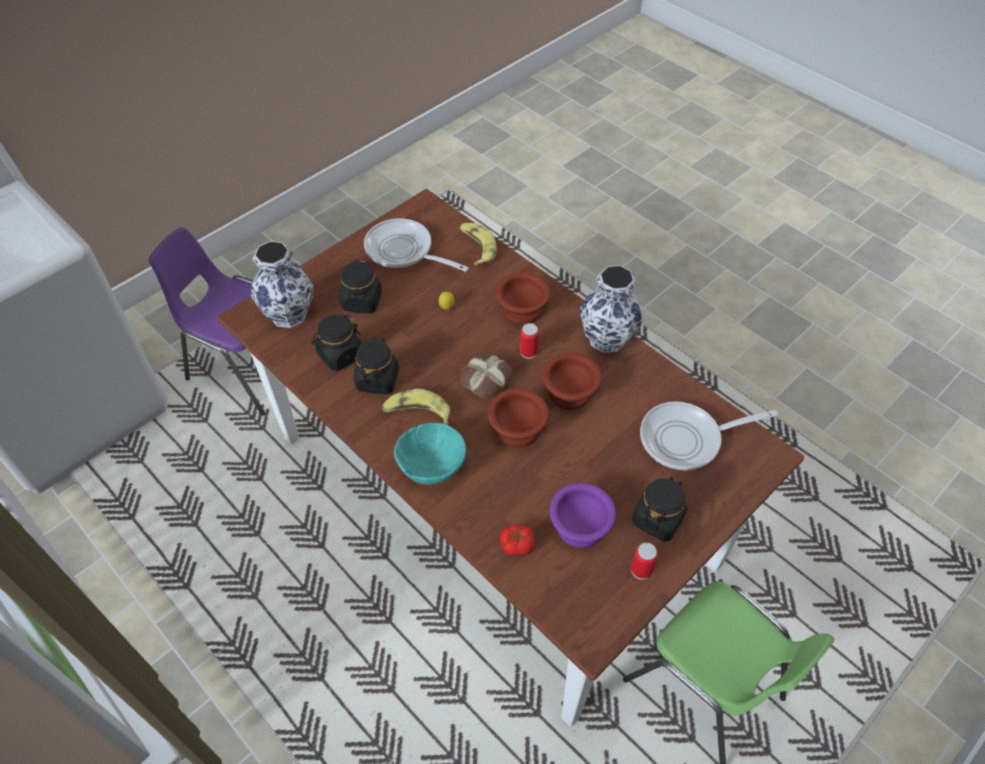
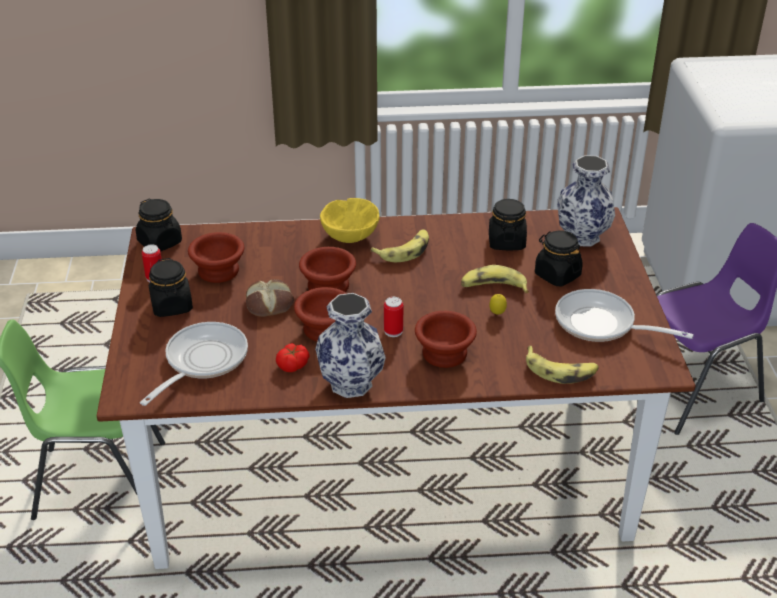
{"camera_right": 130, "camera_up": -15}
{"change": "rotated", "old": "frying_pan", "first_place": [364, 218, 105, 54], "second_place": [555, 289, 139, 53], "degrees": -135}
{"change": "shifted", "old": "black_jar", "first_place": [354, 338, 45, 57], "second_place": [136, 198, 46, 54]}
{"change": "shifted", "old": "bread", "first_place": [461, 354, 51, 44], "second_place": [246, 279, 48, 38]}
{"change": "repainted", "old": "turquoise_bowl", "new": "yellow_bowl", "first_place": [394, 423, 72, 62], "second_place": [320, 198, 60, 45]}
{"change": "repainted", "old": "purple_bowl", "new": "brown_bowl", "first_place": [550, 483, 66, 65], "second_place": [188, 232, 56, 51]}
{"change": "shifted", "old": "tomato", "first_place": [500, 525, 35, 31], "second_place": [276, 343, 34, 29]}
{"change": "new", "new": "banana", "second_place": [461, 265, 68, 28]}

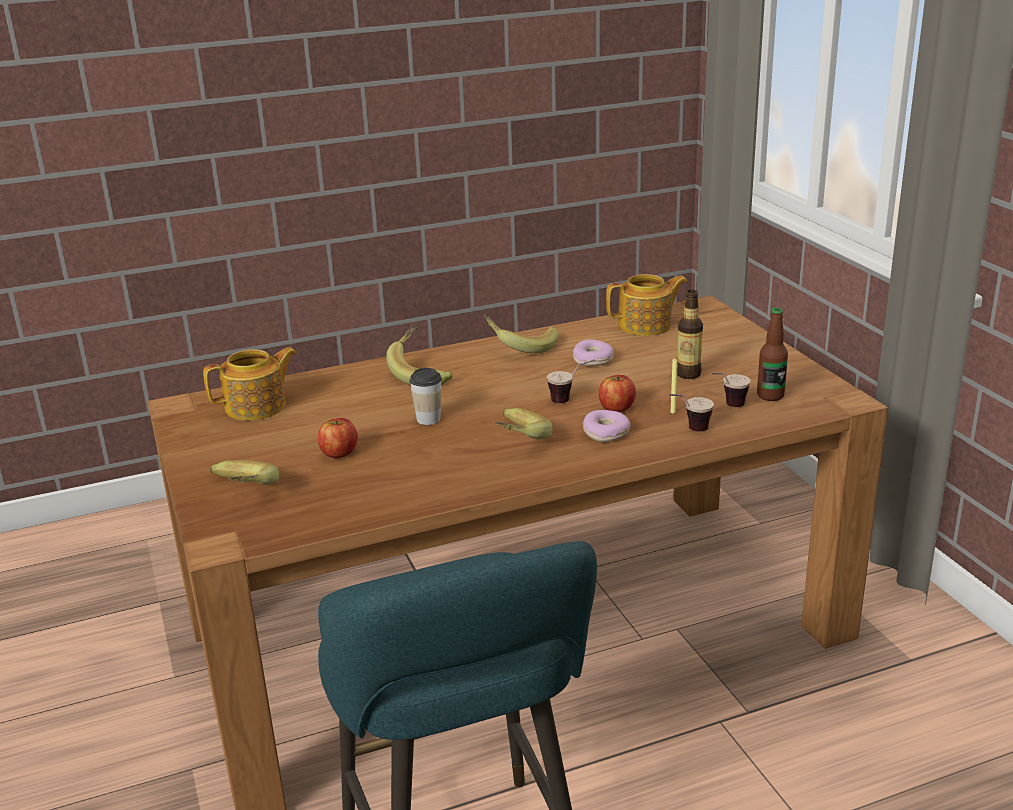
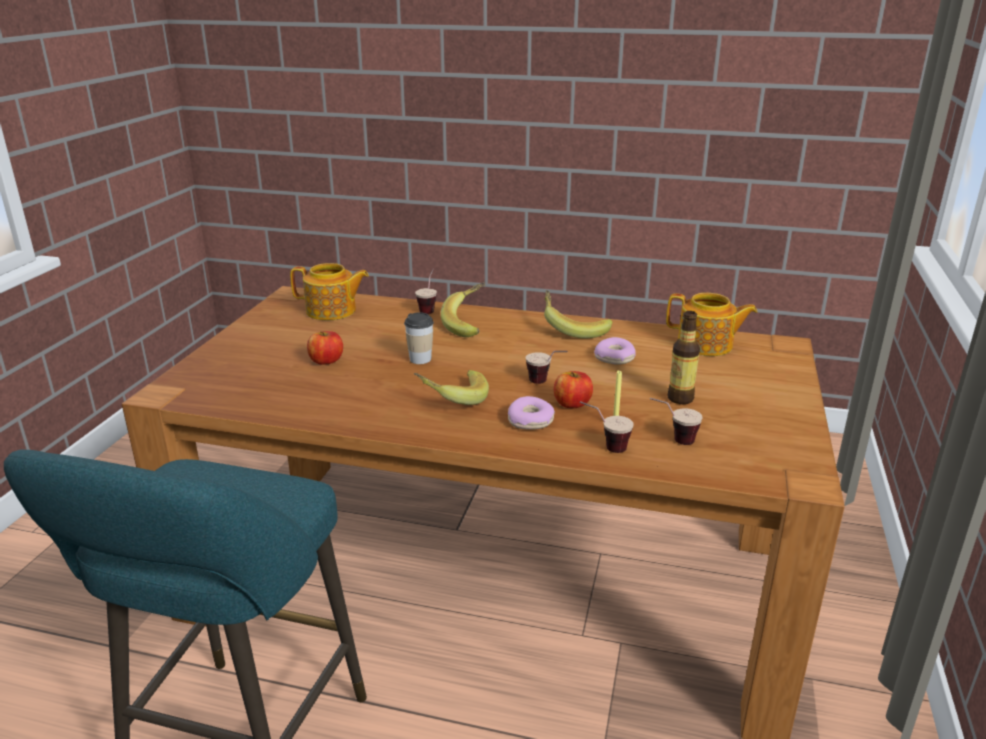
{"camera_right": 35, "camera_up": 0}
{"change": "gone", "old": "bottle", "first_place": [757, 308, 31, 93]}
{"change": "gone", "old": "banana", "first_place": [210, 460, 69, 25]}
{"change": "new", "new": "cup", "second_place": [415, 269, 22, 45]}

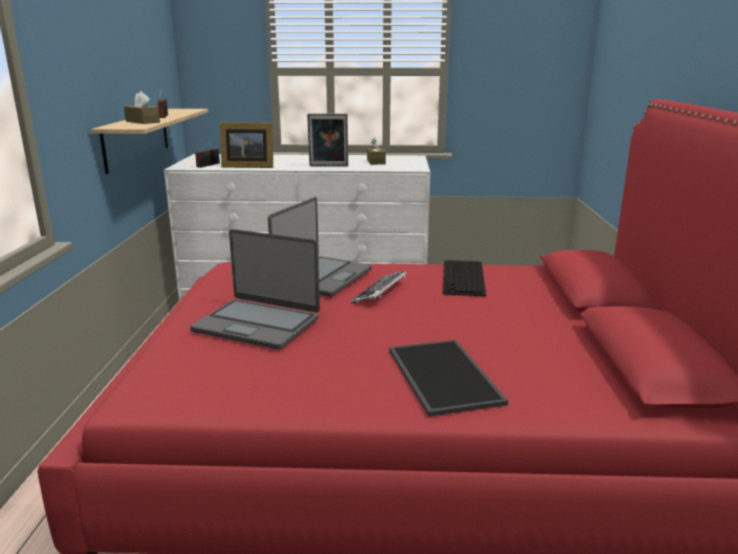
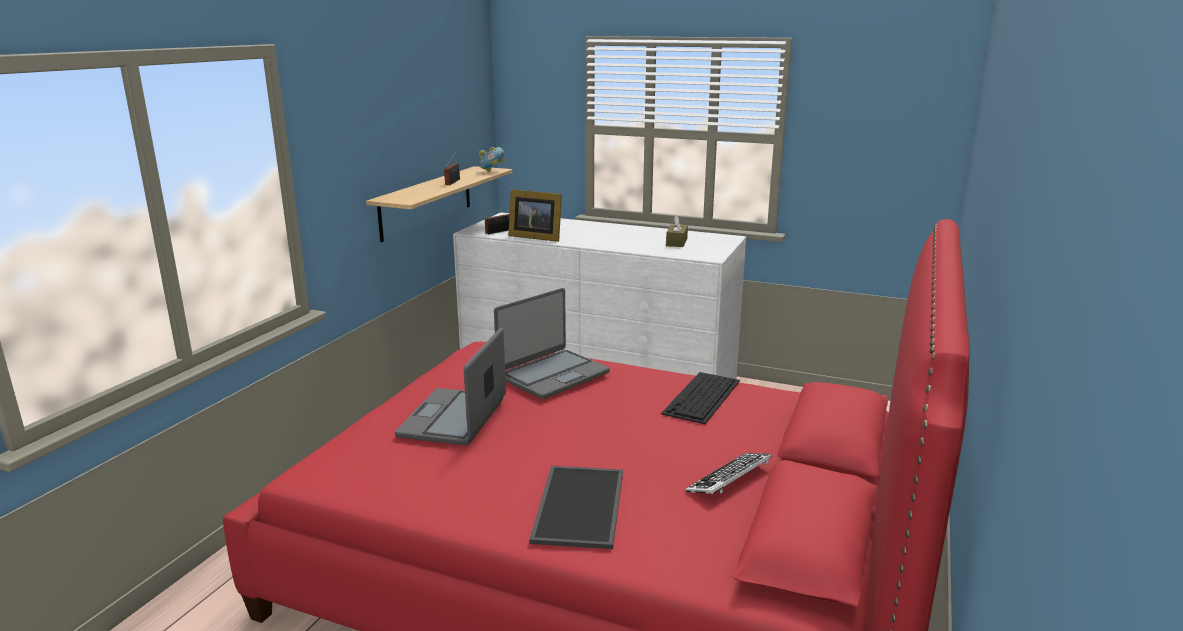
{"camera_right": 20, "camera_up": 0}
{"change": "gone", "old": "brown_tissue_box", "first_place": [124, 91, 36, 33]}
{"change": "gone", "old": "picture_frame", "first_place": [307, 114, 41, 52]}
{"change": "rotated", "old": "laptop", "first_place": [190, 229, 130, 121], "second_place": [395, 328, 111, 118], "degrees": 60}
{"change": "shifted", "old": "keyboard", "first_place": [351, 271, 56, 33], "second_place": [685, 453, 87, 41]}
{"change": "new", "new": "bowl", "second_place": [479, 147, 26, 25]}

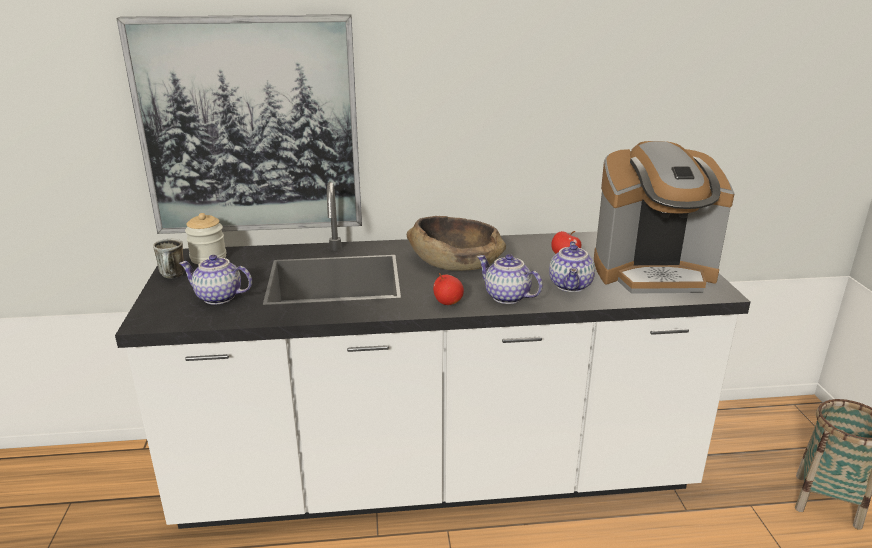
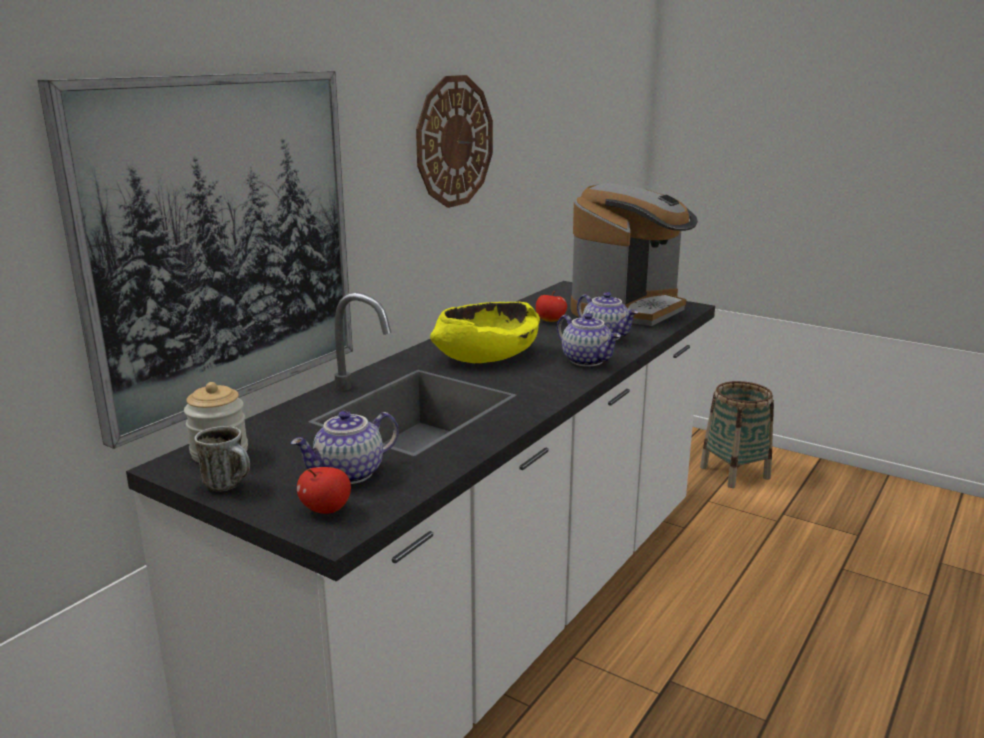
{"camera_right": -50, "camera_up": -5}
{"change": "repainted", "old": "brown_bowl", "new": "yellow_bowl", "first_place": [406, 216, 100, 55], "second_place": [430, 302, 110, 61]}
{"change": "rotated", "old": "teapot", "first_place": [477, 254, 66, 50], "second_place": [557, 313, 64, 54], "degrees": -120}
{"change": "shifted", "old": "apple", "first_place": [433, 273, 31, 32], "second_place": [297, 467, 54, 47]}
{"change": "new", "new": "wall_clock", "second_place": [416, 75, 77, 133]}

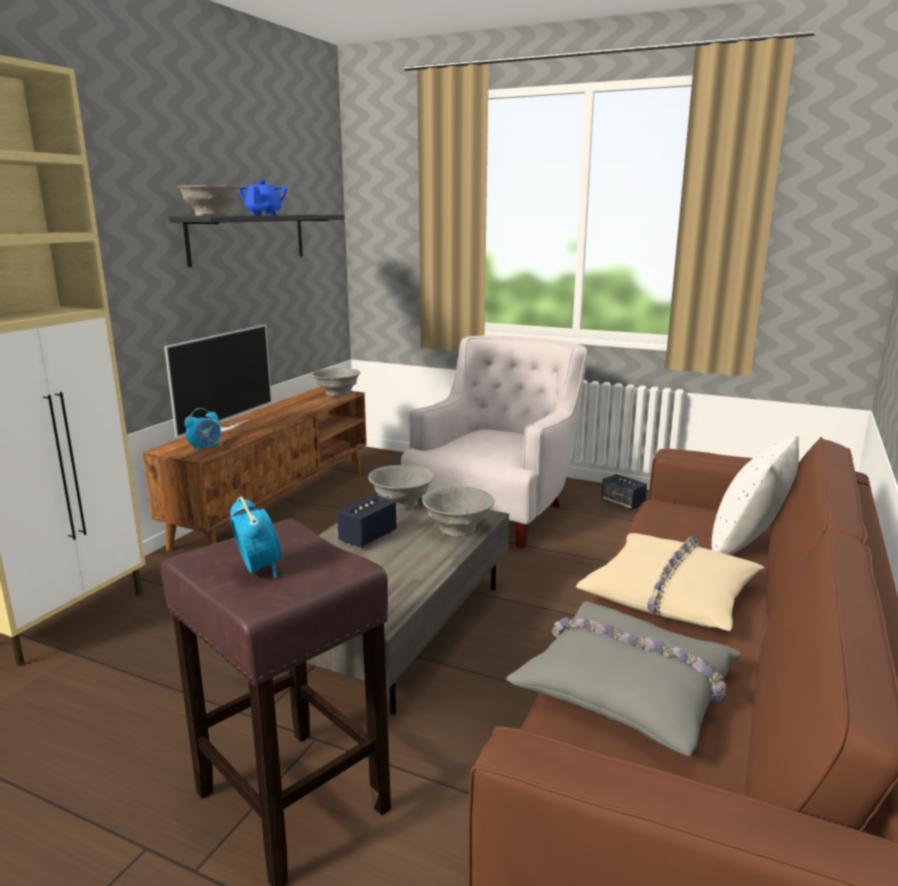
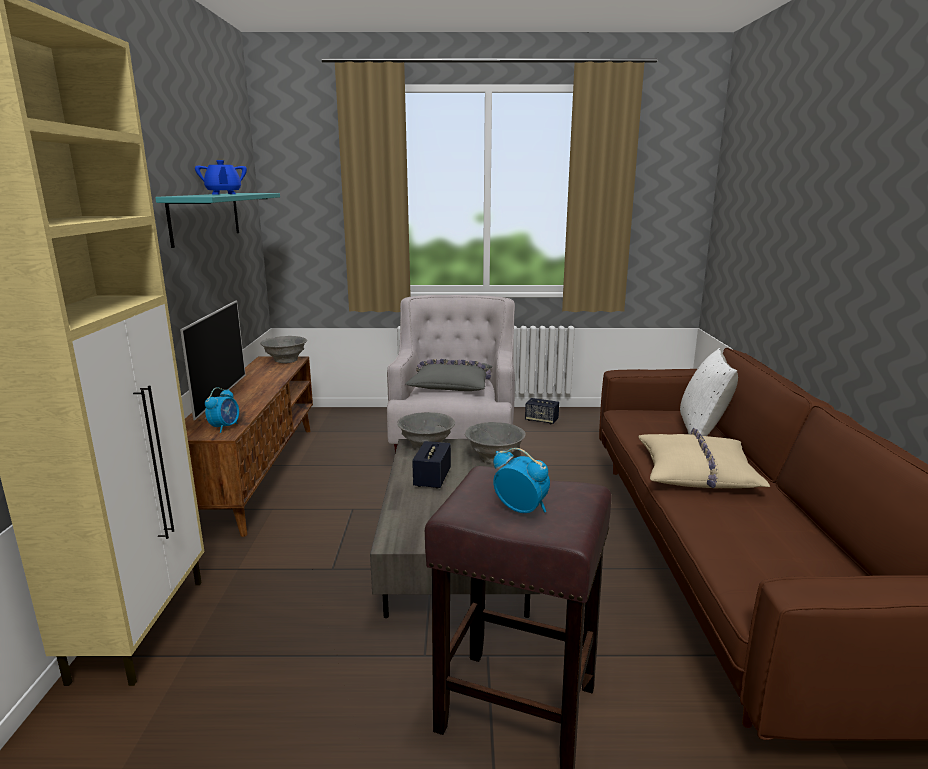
{"camera_right": -25, "camera_up": 0}
{"change": "gone", "old": "grey_bowl", "first_place": [176, 185, 65, 31]}
{"change": "repainted", "old": "black_shelf", "new": "turquoise_shelf", "first_place": [169, 215, 176, 52], "second_place": [155, 193, 125, 55]}
{"change": "shifted", "old": "grey_pillow", "first_place": [506, 601, 235, 156], "second_place": [405, 359, 88, 32]}

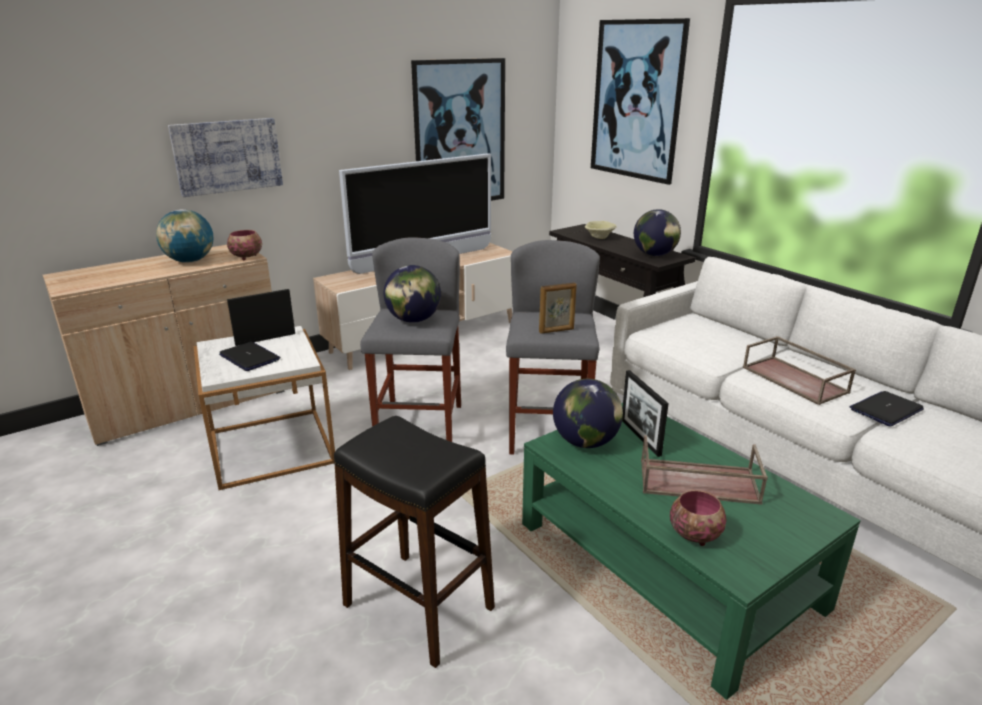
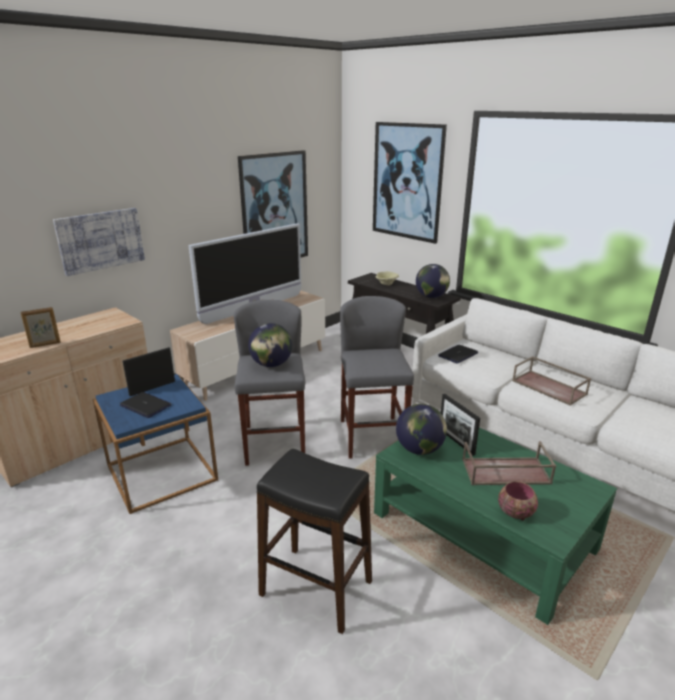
{"camera_right": -10, "camera_up": 0}
{"change": "gone", "old": "globe", "first_place": [156, 209, 57, 54]}
{"change": "gone", "old": "bowl", "first_place": [227, 230, 35, 30]}
{"change": "shifted", "old": "picture_frame", "first_place": [539, 283, 38, 51], "second_place": [21, 307, 40, 41]}
{"change": "repainted", "old": "white_side_table", "new": "blue_side_table", "first_place": [193, 326, 142, 164], "second_place": [93, 374, 125, 140]}
{"change": "shifted", "old": "laptop", "first_place": [850, 391, 74, 35], "second_place": [438, 345, 40, 19]}

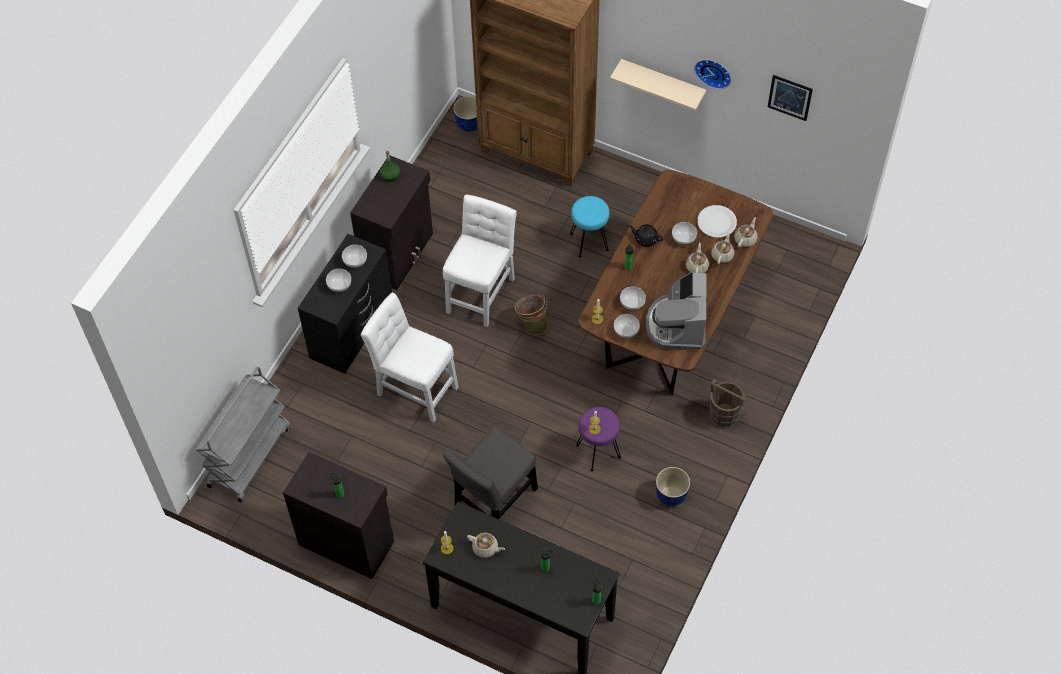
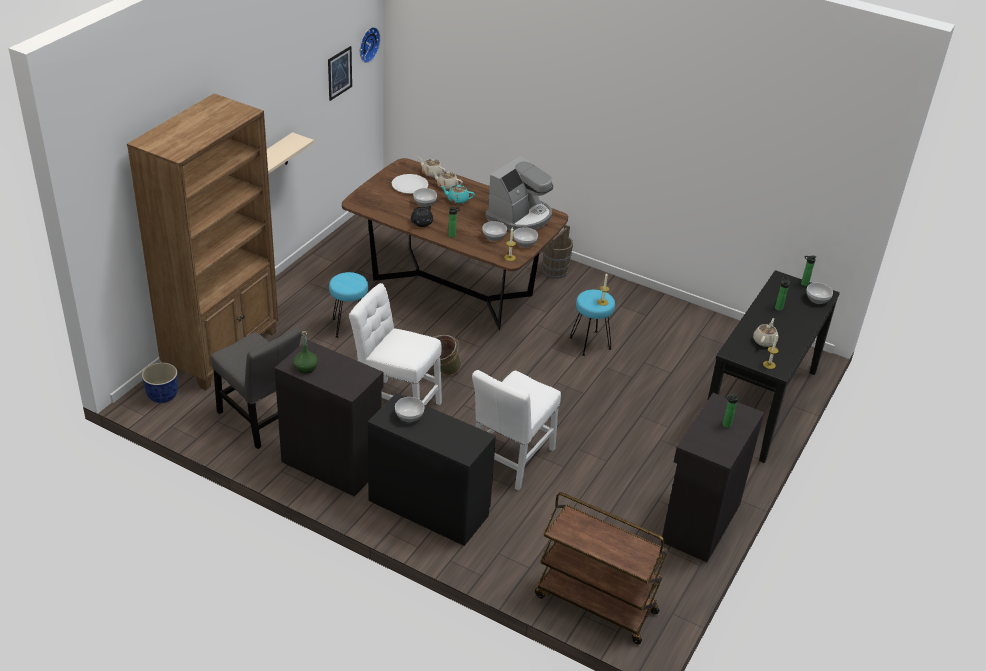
{"camera_right": -90, "camera_up": -20}
{"change": "shifted", "old": "wall_clock", "first_place": [694, 59, 37, 30], "second_place": [360, 27, 20, 36]}
{"change": "repainted", "old": "beige_teapot", "new": "turquoise_teapot", "first_place": [686, 243, 23, 30], "second_place": [441, 185, 34, 19]}
{"change": "shifted", "old": "bowl", "first_place": [326, 269, 25, 23], "second_place": [807, 283, 26, 21]}
{"change": "rotated", "old": "coffee_machine", "first_place": [646, 272, 60, 78], "second_place": [485, 156, 68, 75], "degrees": -60}
{"change": "repainted", "old": "grey_cart", "new": "brown_cart", "first_place": [196, 367, 94, 135], "second_place": [535, 492, 133, 152]}
{"change": "repainted", "old": "purple_stool", "new": "turquoise_stool", "first_place": [576, 407, 45, 64], "second_place": [570, 290, 45, 66]}
{"change": "shifted", "old": "grey_chair", "first_place": [443, 427, 95, 92], "second_place": [211, 327, 91, 122]}
{"change": "gone", "old": "planter", "first_place": [656, 467, 34, 39]}

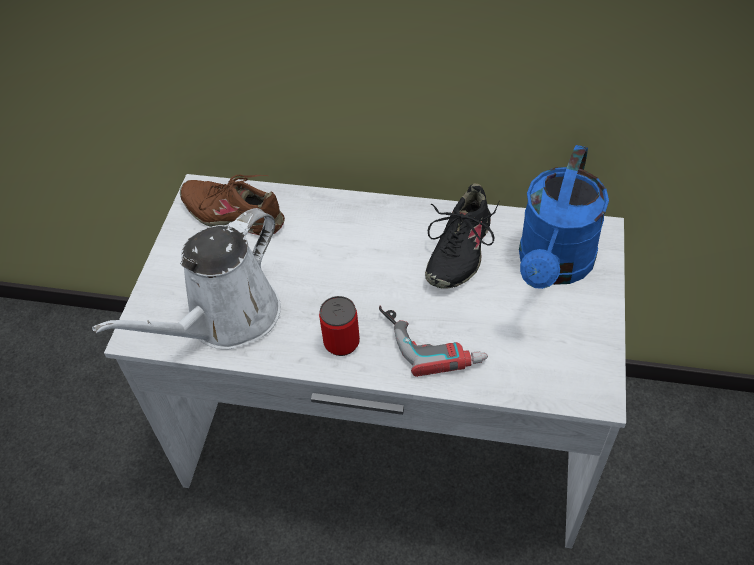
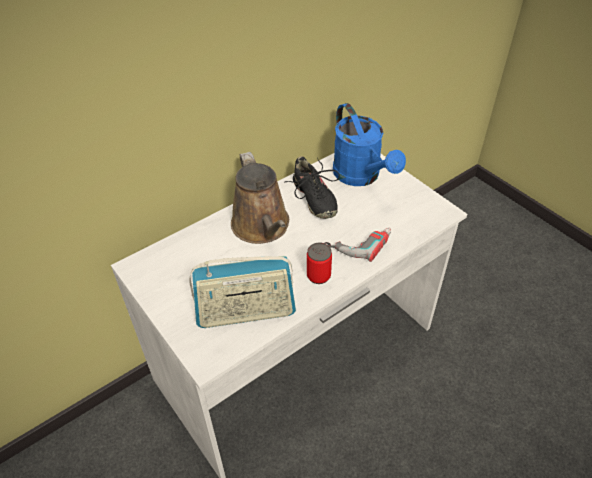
{"camera_right": -50, "camera_up": -5}
{"change": "gone", "old": "brown_shoe", "first_place": [180, 175, 105, 60]}
{"change": "swapped", "old": "white_watering_can", "new": "radio", "first_place": [92, 208, 189, 142], "second_place": [189, 256, 107, 72]}
{"change": "new", "new": "brown_watering_can", "second_place": [231, 152, 58, 92]}

